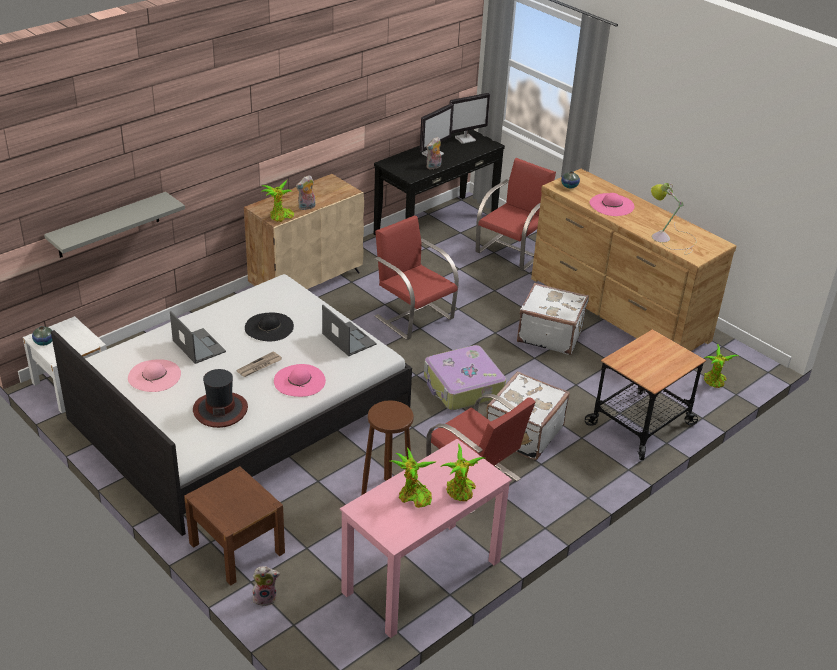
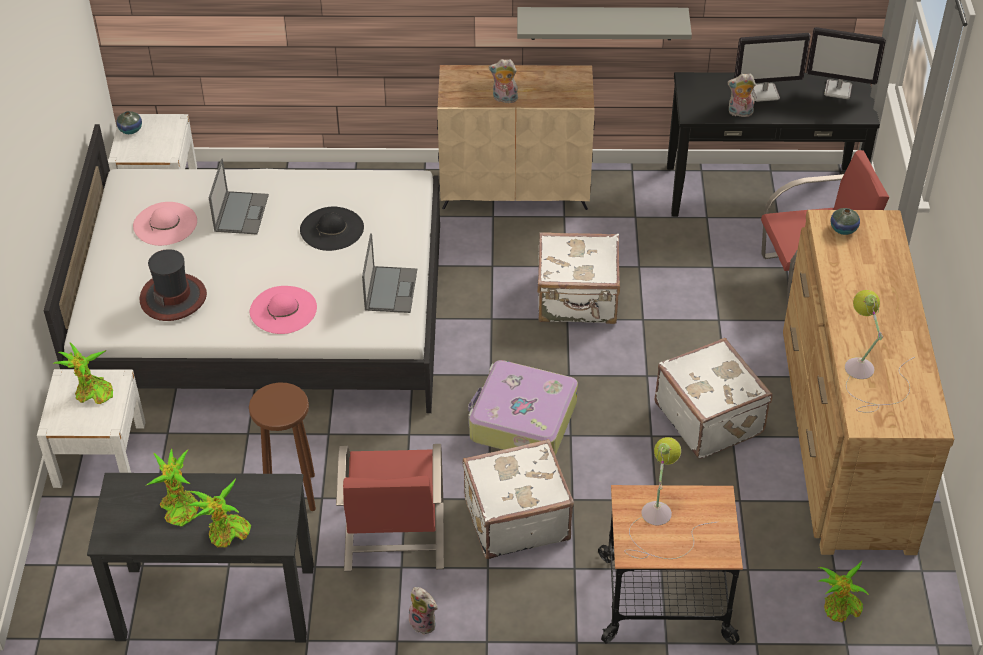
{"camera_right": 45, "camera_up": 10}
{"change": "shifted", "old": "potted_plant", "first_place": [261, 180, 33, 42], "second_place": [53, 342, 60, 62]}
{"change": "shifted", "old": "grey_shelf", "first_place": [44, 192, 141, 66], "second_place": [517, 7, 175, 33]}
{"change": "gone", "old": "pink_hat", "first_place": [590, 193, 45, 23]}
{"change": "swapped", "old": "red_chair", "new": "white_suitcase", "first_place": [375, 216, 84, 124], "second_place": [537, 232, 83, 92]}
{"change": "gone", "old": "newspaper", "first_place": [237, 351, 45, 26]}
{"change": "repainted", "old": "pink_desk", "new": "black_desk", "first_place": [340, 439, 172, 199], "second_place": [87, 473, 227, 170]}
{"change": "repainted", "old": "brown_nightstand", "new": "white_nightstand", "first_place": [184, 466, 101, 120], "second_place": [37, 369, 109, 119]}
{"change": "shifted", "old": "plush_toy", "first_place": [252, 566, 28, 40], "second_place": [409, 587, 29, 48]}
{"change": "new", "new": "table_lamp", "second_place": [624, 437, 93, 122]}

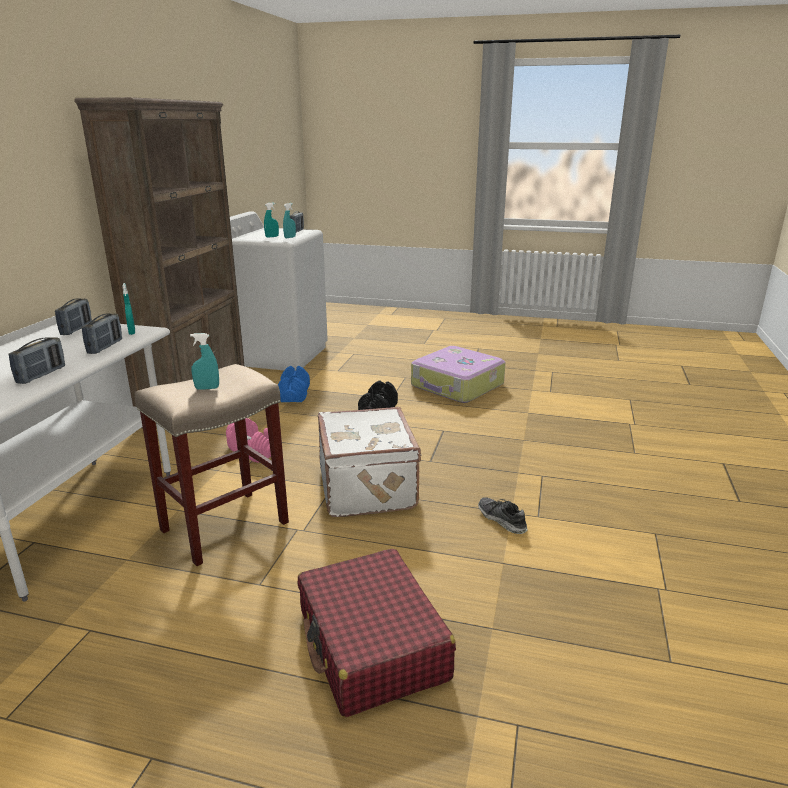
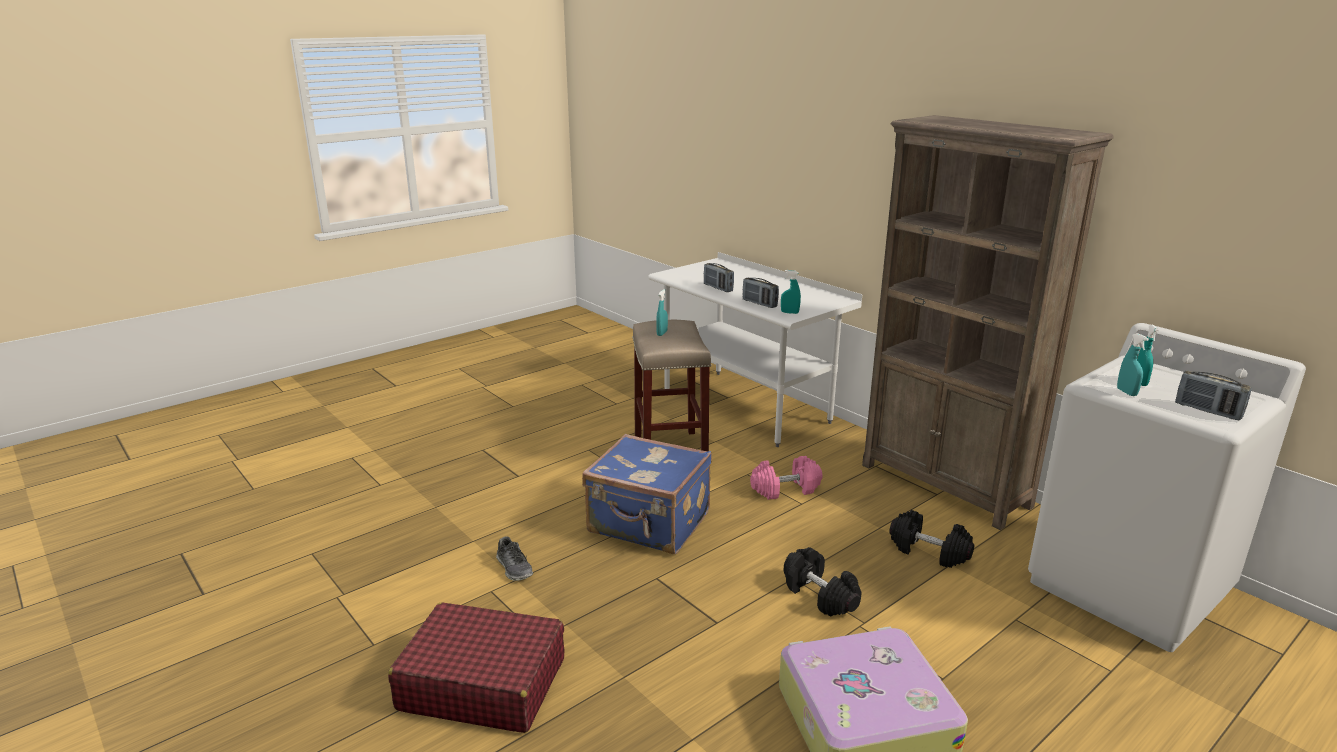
{"camera_right": 125, "camera_up": 0}
{"change": "gone", "old": "radio", "first_place": [55, 298, 37, 37]}
{"change": "repainted", "old": "blue_dumbbell", "new": "black_dumbbell", "first_place": [278, 366, 32, 36], "second_place": [889, 510, 85, 58]}
{"change": "repainted", "old": "white_suitcase", "new": "blue_suitcase", "first_place": [318, 407, 104, 110], "second_place": [582, 434, 130, 120]}
{"change": "rotated", "old": "shoe", "first_place": [478, 497, 50, 37], "second_place": [496, 536, 37, 45], "degrees": 60}
{"change": "shifted", "old": "red_suitcase", "first_place": [298, 549, 158, 168], "second_place": [388, 603, 176, 130]}

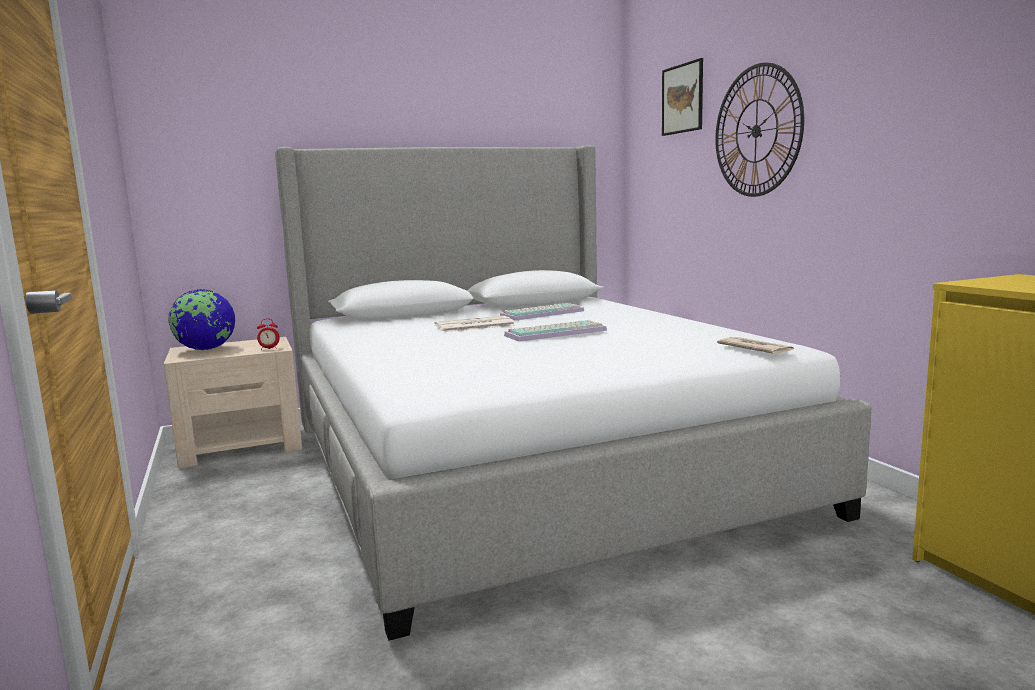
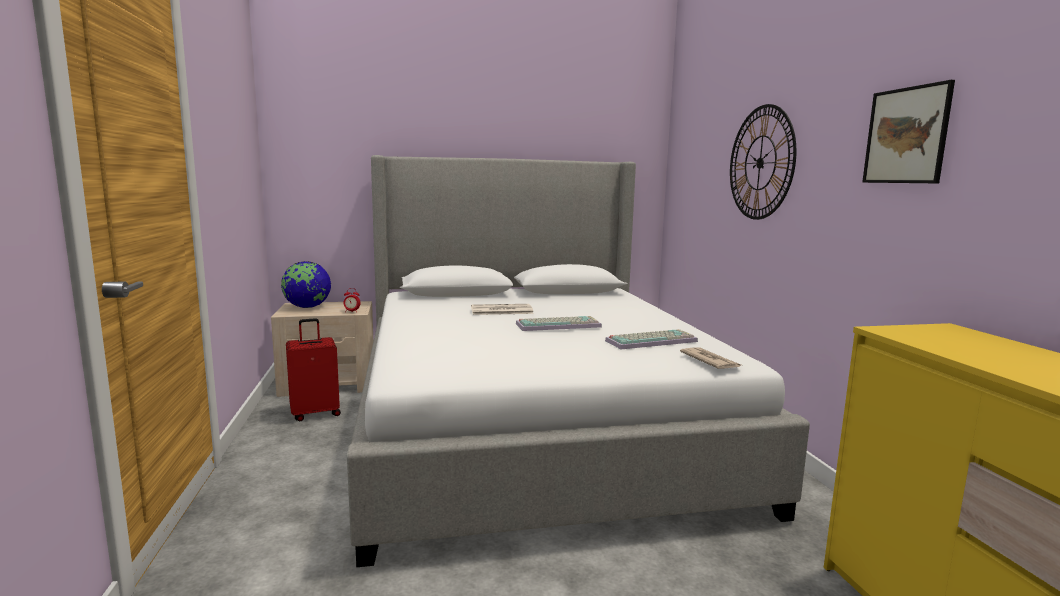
{"camera_right": 10, "camera_up": 0}
{"change": "shifted", "old": "picture", "first_place": [662, 58, 41, 78], "second_place": [862, 80, 93, 103]}
{"change": "shifted", "old": "keyboard", "first_place": [500, 303, 84, 18], "second_place": [605, 329, 93, 20]}
{"change": "new", "new": "red_suitcase", "second_place": [286, 318, 55, 103]}

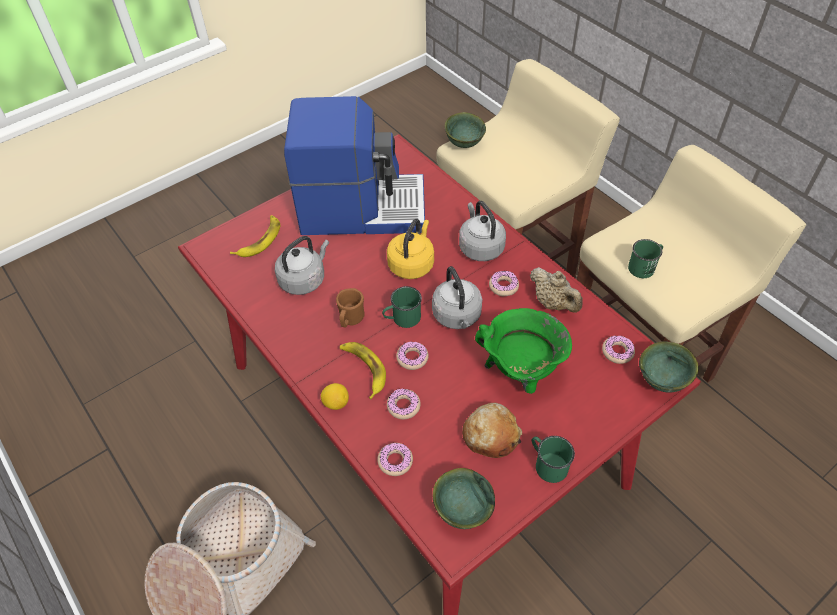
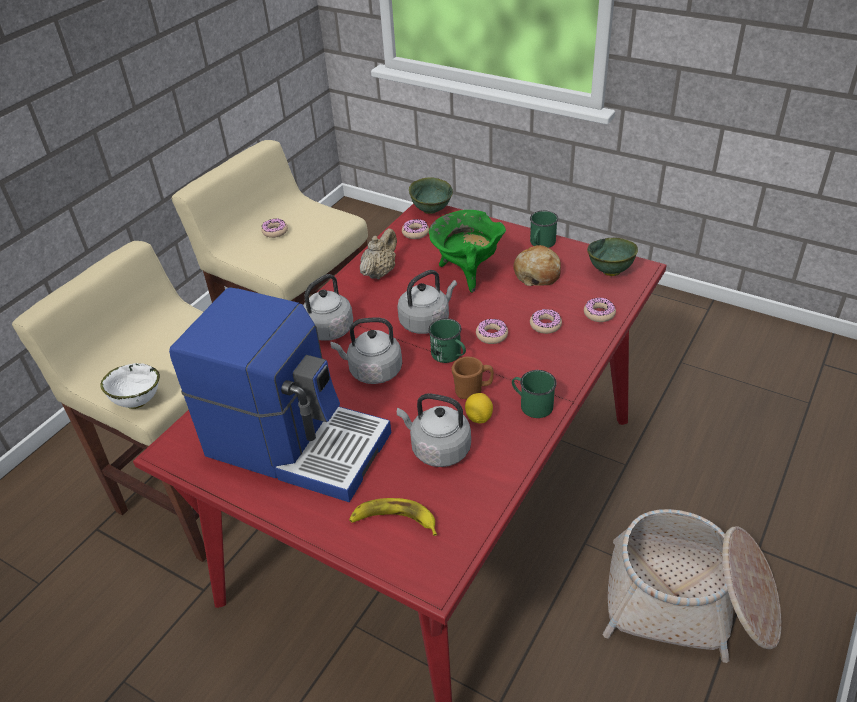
{"camera_right": -110, "camera_up": -10}
{"change": "rotated", "old": "coffee_machine", "first_place": [284, 96, 141, 139], "second_place": [169, 287, 222, 215], "degrees": 135}
{"change": "repainted", "old": "green_bowl", "new": "white_bowl", "first_place": [445, 112, 41, 36], "second_place": [100, 363, 60, 46]}
{"change": "repainted", "old": "yellow_kettle", "new": "grey_kettle", "first_place": [387, 219, 47, 60], "second_place": [330, 317, 72, 67]}
{"change": "shifted", "old": "green_mug", "first_place": [628, 239, 35, 39], "second_place": [512, 370, 45, 48]}
{"change": "shifted", "old": "donut", "first_place": [489, 271, 30, 25], "second_place": [261, 218, 27, 20]}
{"change": "gone", "old": "banana", "first_place": [340, 342, 46, 57]}
{"change": "shifted", "old": "lemon", "first_place": [321, 383, 28, 27], "second_place": [465, 393, 28, 31]}

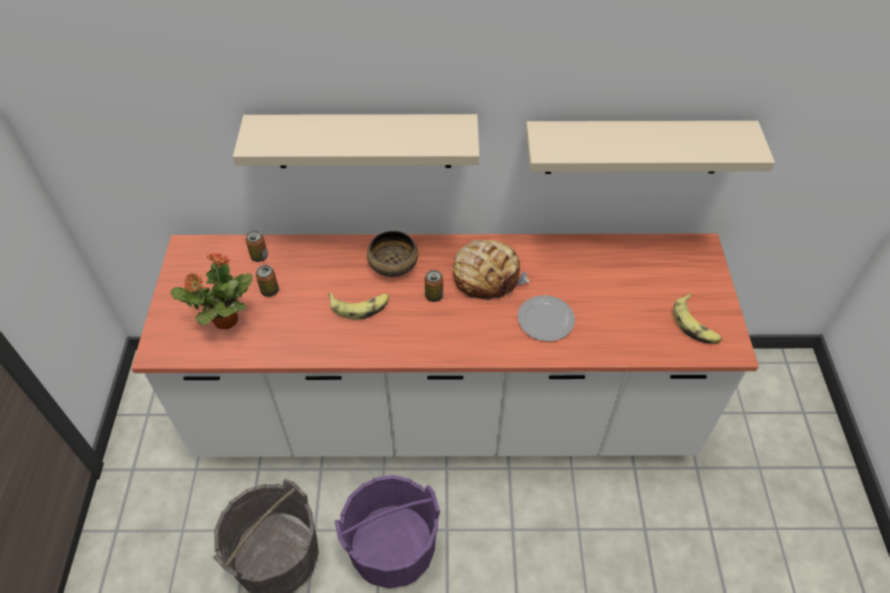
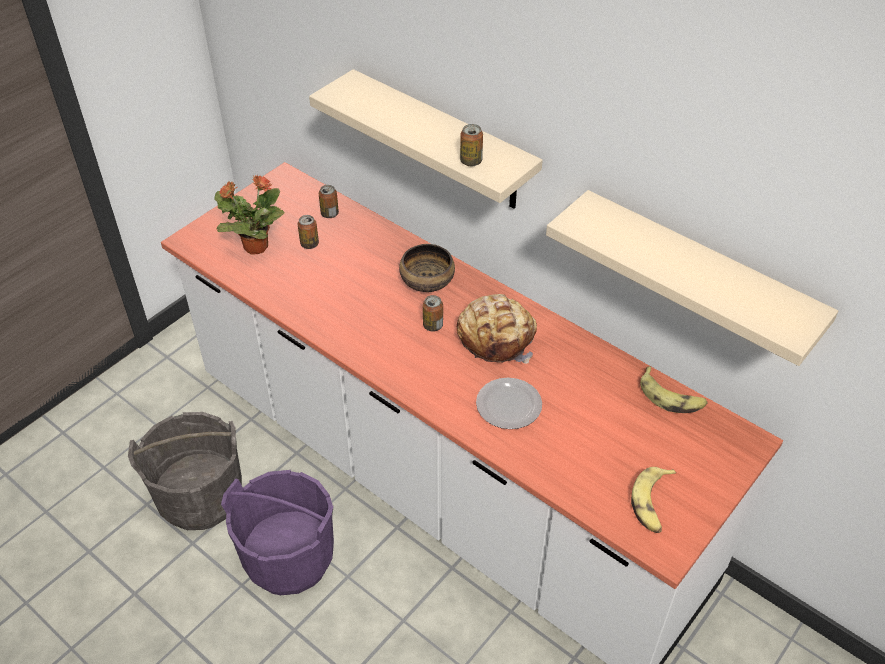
{"camera_right": 40, "camera_up": -5}
{"change": "shifted", "old": "banana", "first_place": [328, 292, 61, 27], "second_place": [640, 367, 67, 46]}
{"change": "new", "new": "can", "second_place": [460, 124, 23, 42]}

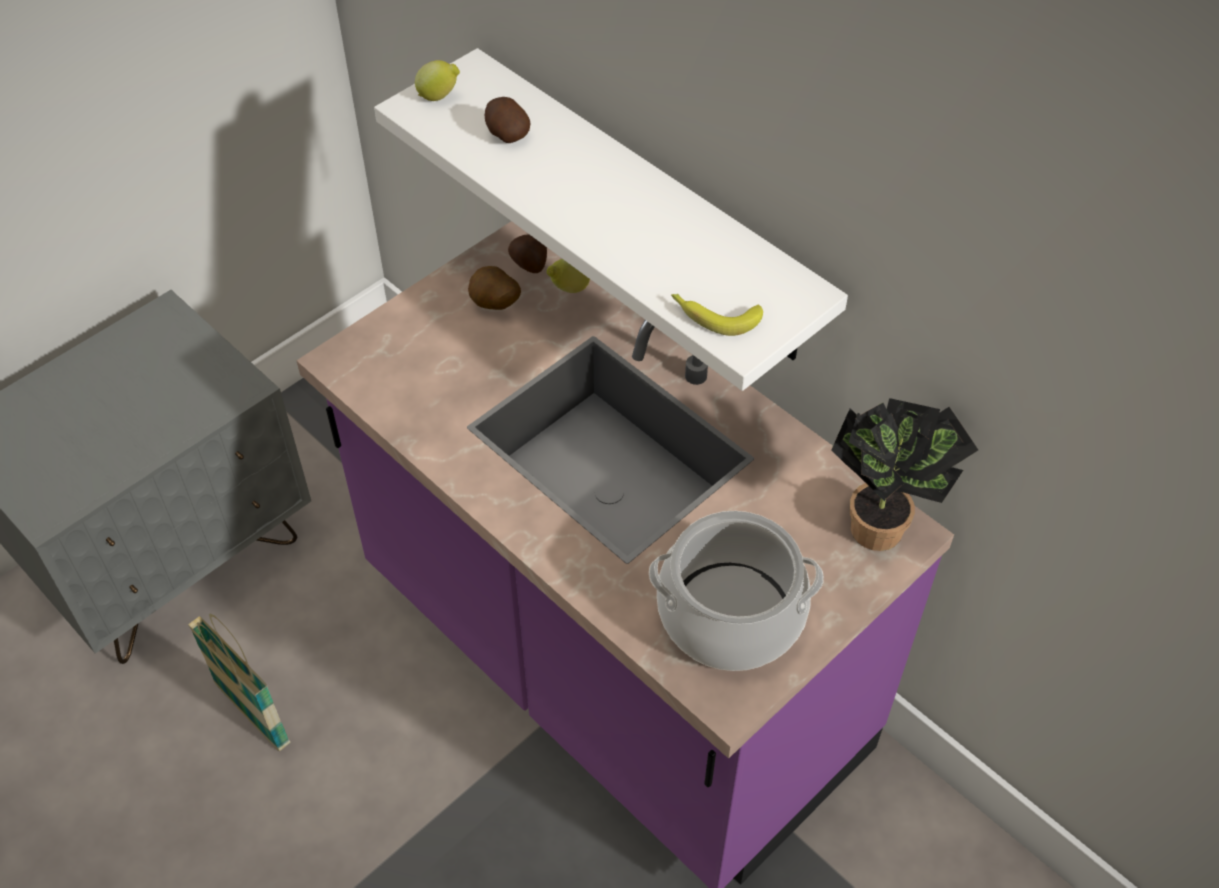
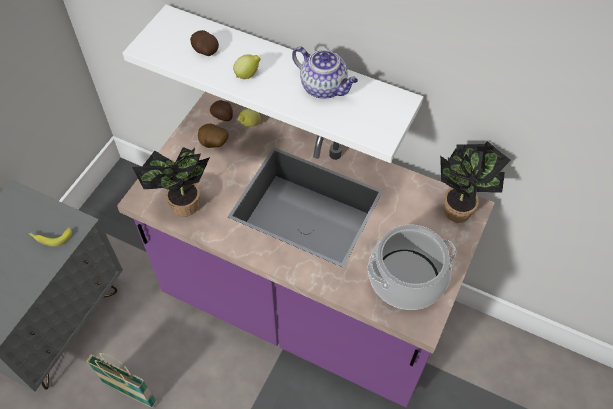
{"camera_right": -20, "camera_up": 5}
{"change": "shifted", "old": "lemon", "first_place": [415, 60, 45, 41], "second_place": [233, 54, 28, 25]}
{"change": "shifted", "old": "banana", "first_place": [671, 294, 92, 42], "second_place": [29, 228, 43, 18]}
{"change": "new", "new": "teapot", "second_place": [292, 47, 66, 52]}
{"change": "new", "new": "potted_plant", "second_place": [132, 147, 78, 70]}

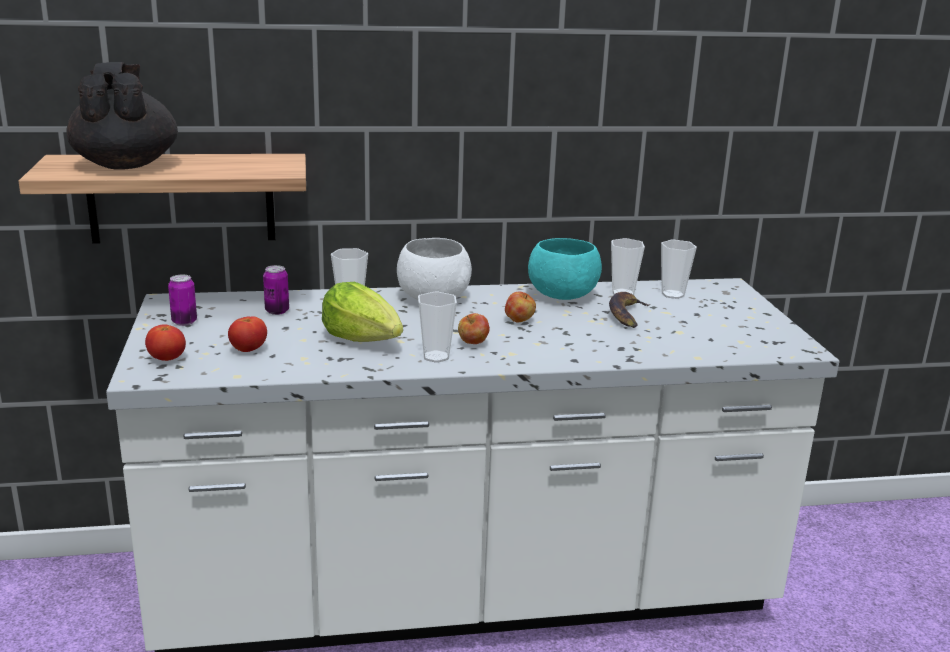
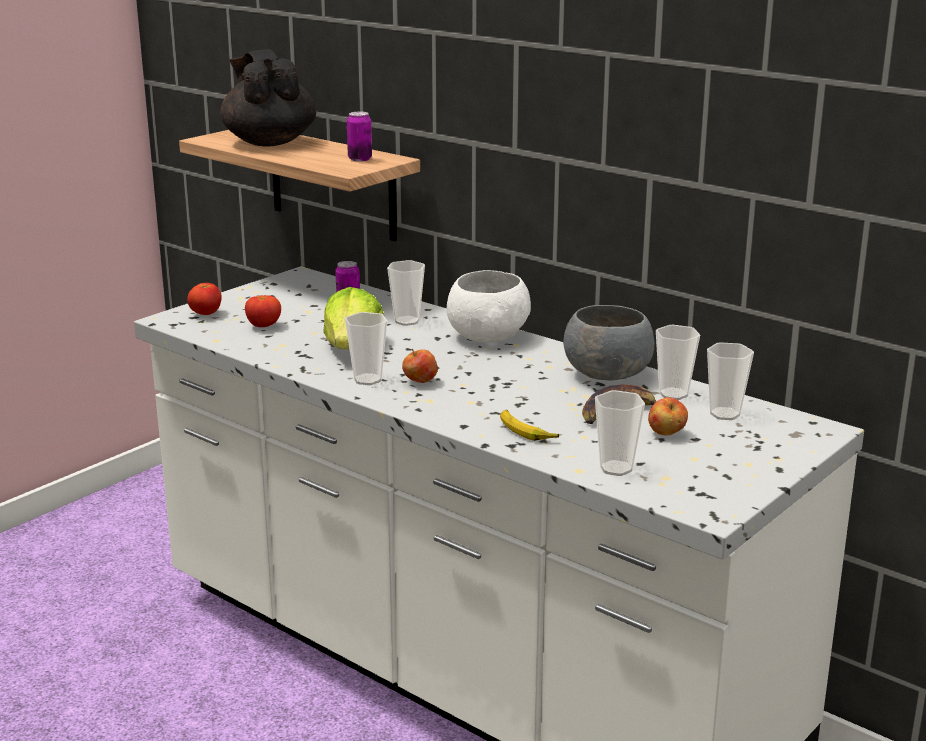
{"camera_right": 50, "camera_up": 0}
{"change": "rotated", "old": "black_teapot", "first_place": [66, 62, 112, 108], "second_place": [220, 49, 96, 98], "degrees": -60}
{"change": "repainted", "old": "turquoise_bowl", "new": "grey_bowl", "first_place": [528, 238, 74, 62], "second_place": [563, 305, 91, 75]}
{"change": "shifted", "old": "can", "first_place": [168, 275, 29, 51], "second_place": [347, 112, 25, 50]}
{"change": "shifted", "old": "apple", "first_place": [505, 291, 31, 31], "second_place": [648, 397, 40, 38]}
{"change": "new", "new": "cup", "second_place": [595, 390, 50, 86]}
{"change": "new", "new": "banana", "second_place": [500, 410, 59, 31]}

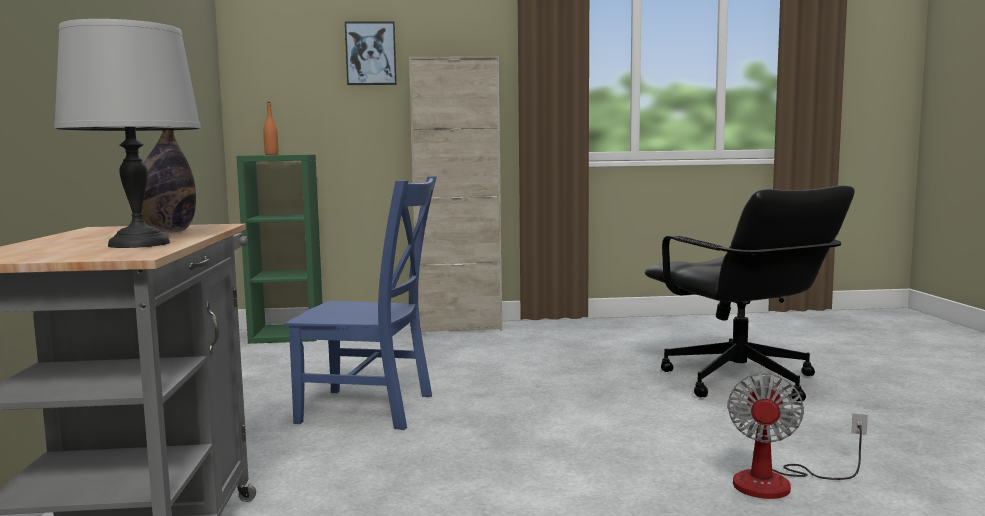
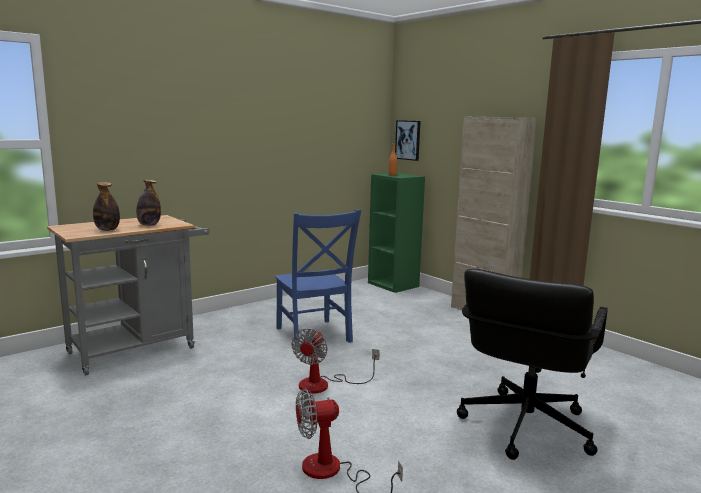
{"camera_right": 55, "camera_up": 5}
{"change": "swapped", "old": "grey_table_lamp", "new": "bottle", "first_place": [54, 19, 147, 229], "second_place": [93, 182, 27, 49]}
{"change": "shifted", "old": "picture", "first_place": [345, 22, 52, 63], "second_place": [395, 120, 26, 41]}
{"change": "new", "new": "fan", "second_place": [292, 329, 88, 65]}

